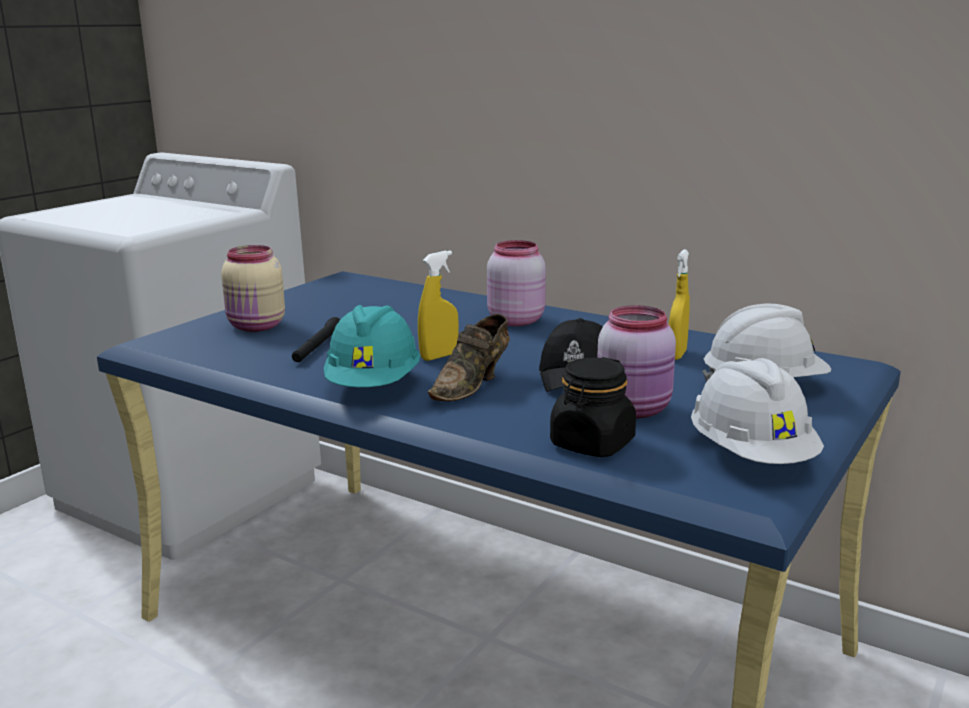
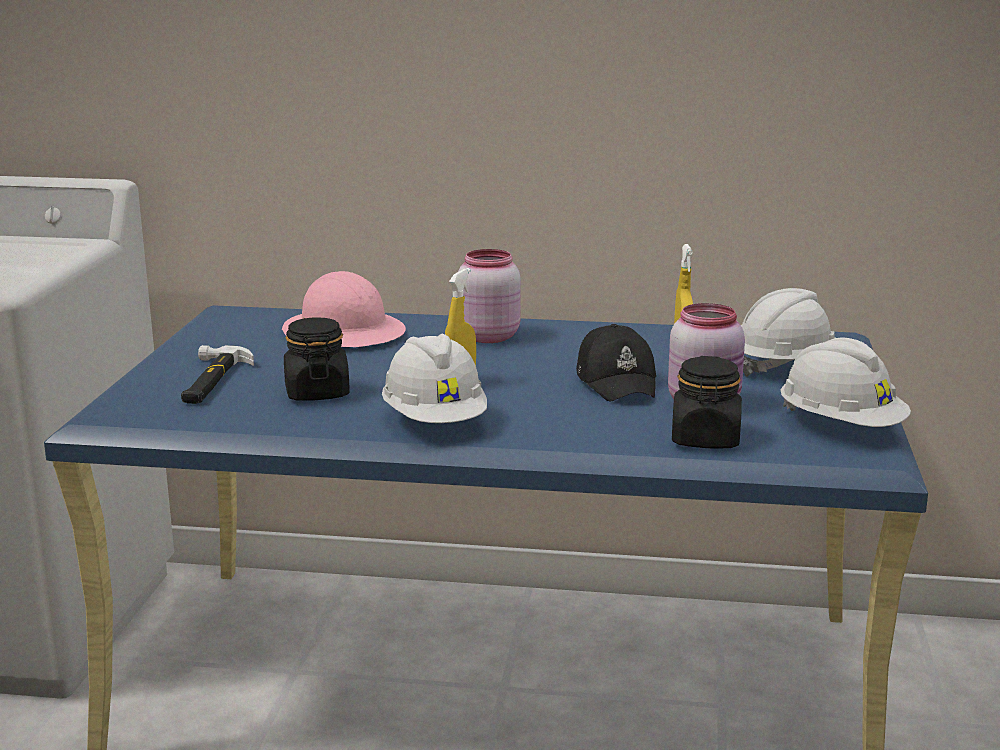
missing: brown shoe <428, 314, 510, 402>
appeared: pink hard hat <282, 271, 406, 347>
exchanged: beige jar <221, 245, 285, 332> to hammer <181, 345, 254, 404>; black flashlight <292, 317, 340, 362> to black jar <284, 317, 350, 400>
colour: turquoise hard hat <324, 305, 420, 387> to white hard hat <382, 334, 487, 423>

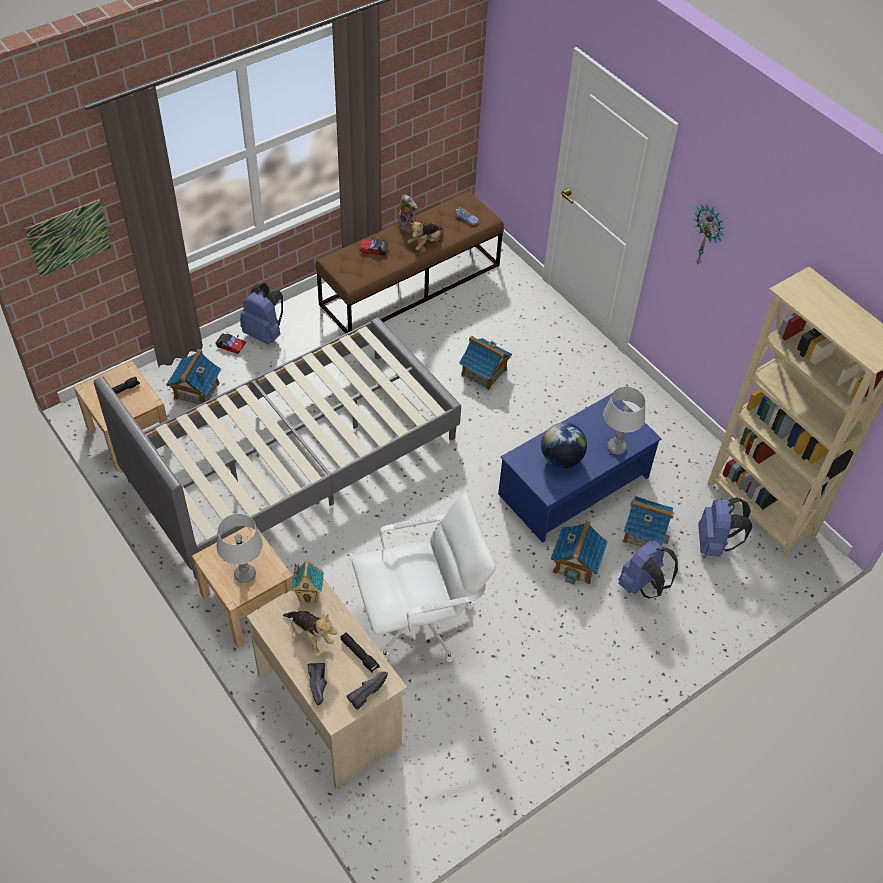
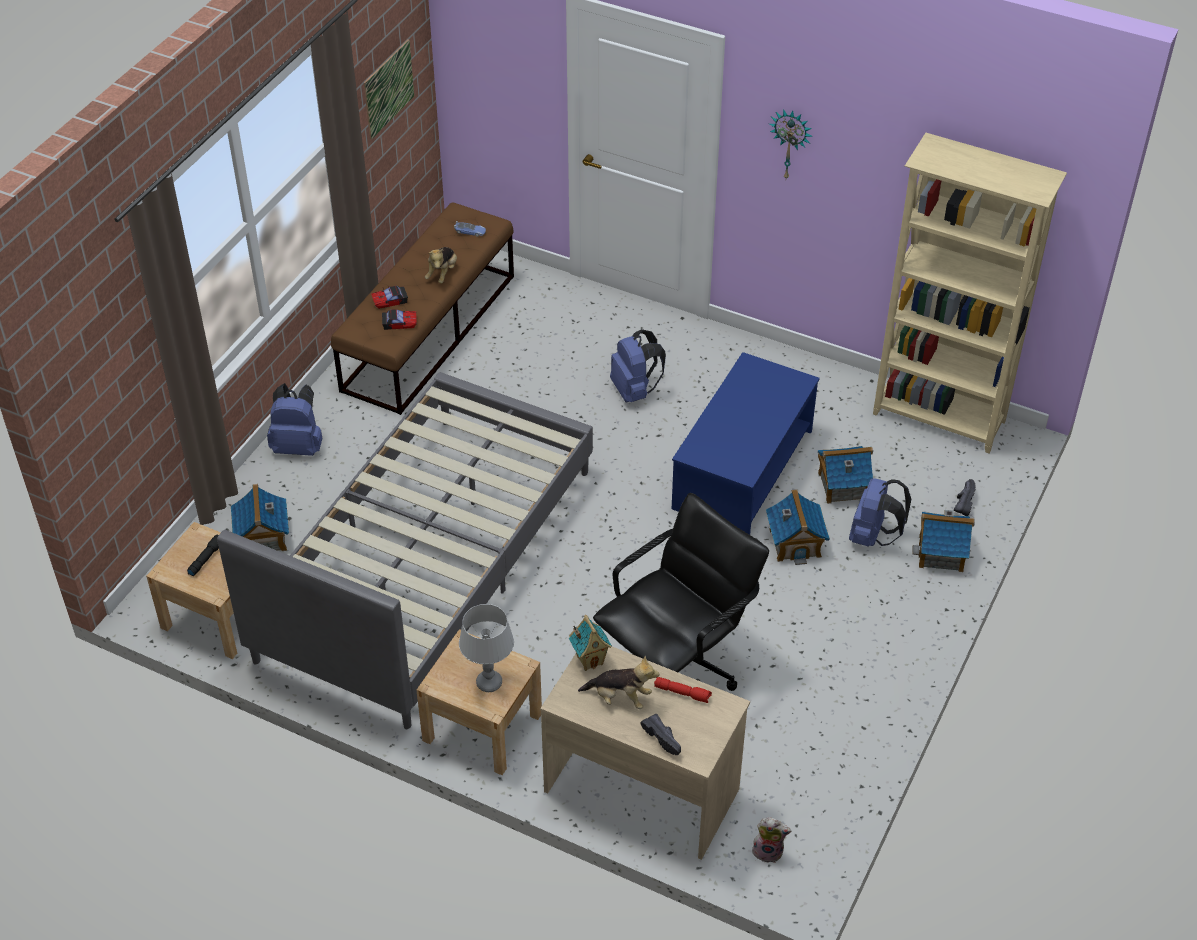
missing: grey table lamp <603, 387, 645, 455>; globe <541, 423, 587, 468>
relocated: plush toy <398, 194, 418, 232> to <752, 817, 792, 863>; picture <25, 199, 112, 277> to <364, 40, 414, 140>; toy car <215, 333, 246, 354> to <382, 309, 417, 330>; toy house <459, 336, 512, 390> to <912, 510, 975, 572>; blue backpack <698, 497, 752, 556> to <610, 329, 666, 402>; black shoe <346, 671, 388, 710> to <954, 479, 976, 516>
colour: white office chair <352, 493, 496, 662> to black office chair <593, 493, 769, 691>; black flashlight <341, 632, 380, 673> to red flashlight <654, 677, 712, 703>

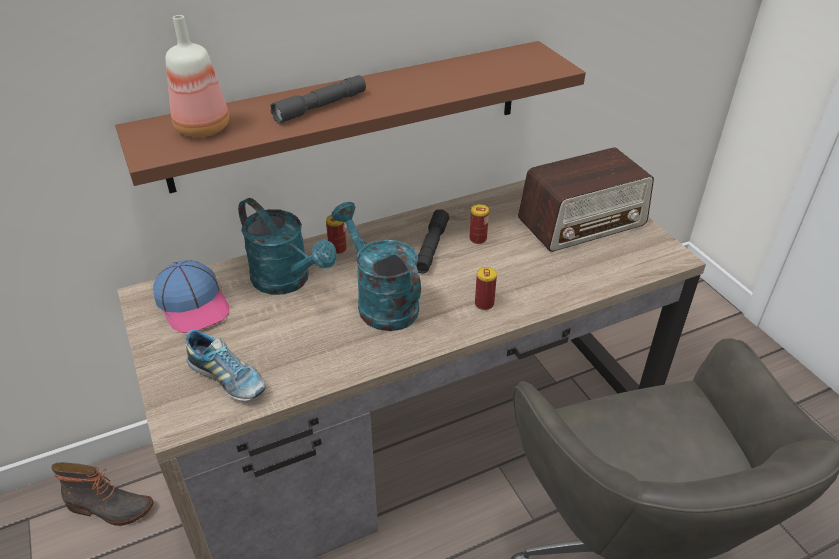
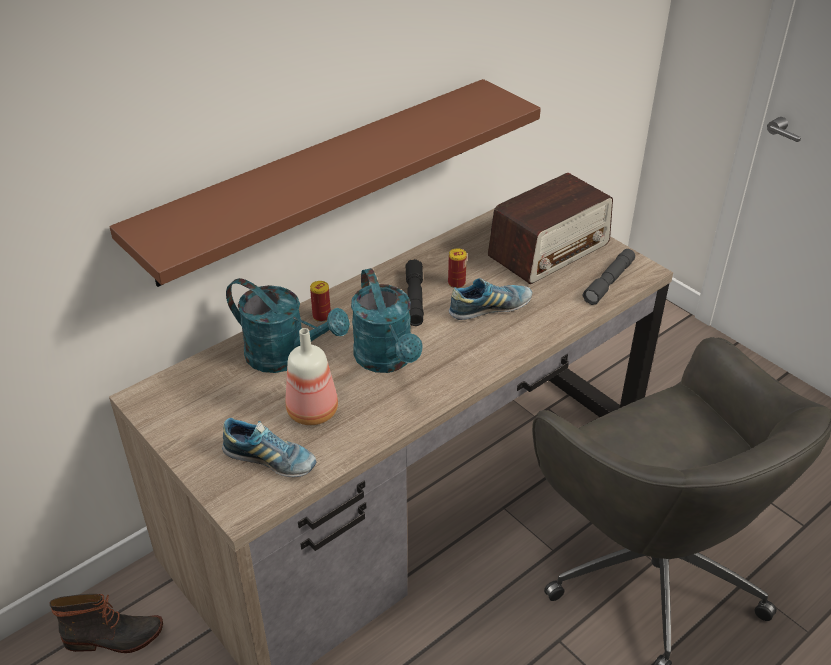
missing: cap <153, 260, 229, 333>; can <475, 267, 497, 310>
appeared: shoe <449, 278, 532, 320>
relocated: bottle <165, 15, 229, 137> to <286, 328, 338, 425>; grey flashlight <270, 75, 366, 124> to <583, 249, 635, 305>
spun: turquoise watering can <331, 202, 421, 331> = <351, 268, 423, 373> 150 degrees counterclockwise

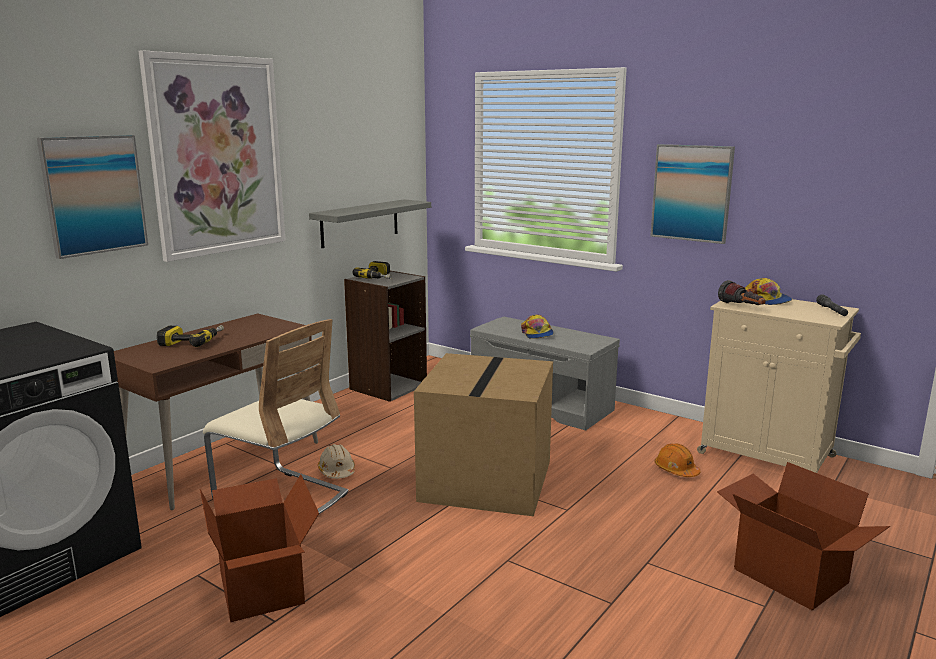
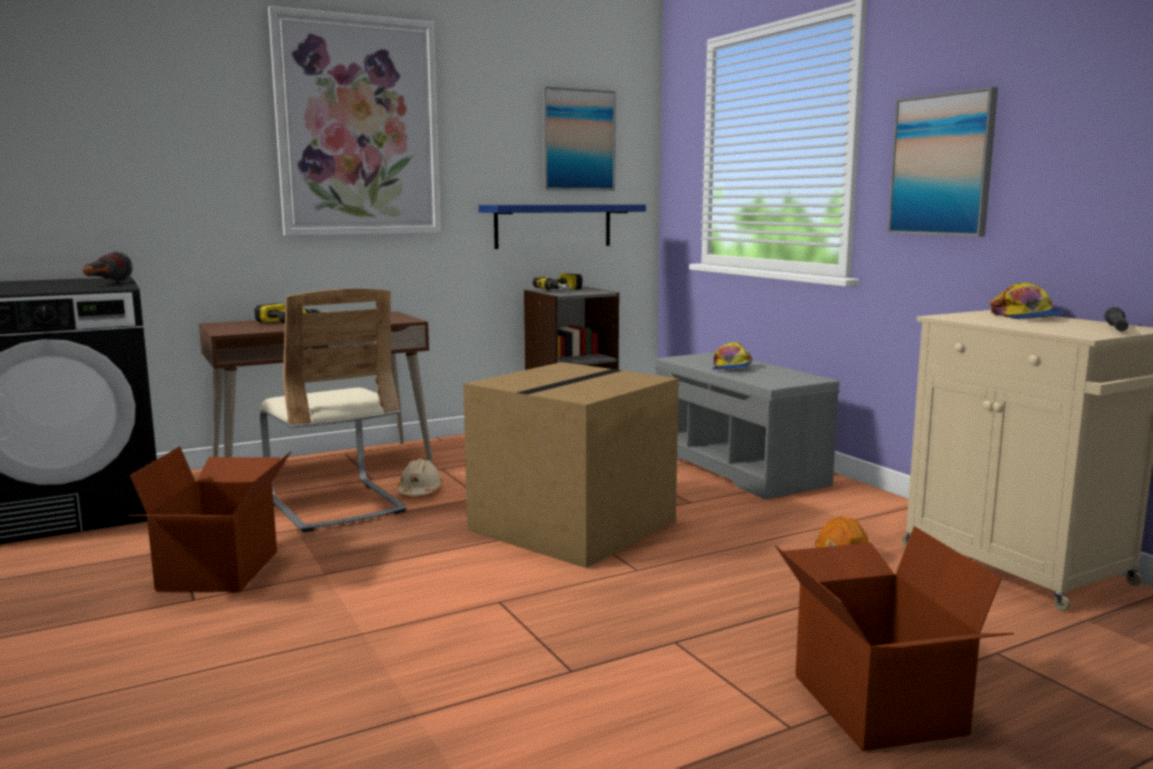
relocated: picture <37, 135, 148, 259> to <542, 86, 616, 190>; flashlight <718, 280, 766, 305> to <83, 251, 133, 282>
colour: grey shelf <309, 199, 431, 248> to blue shelf <479, 204, 646, 249>

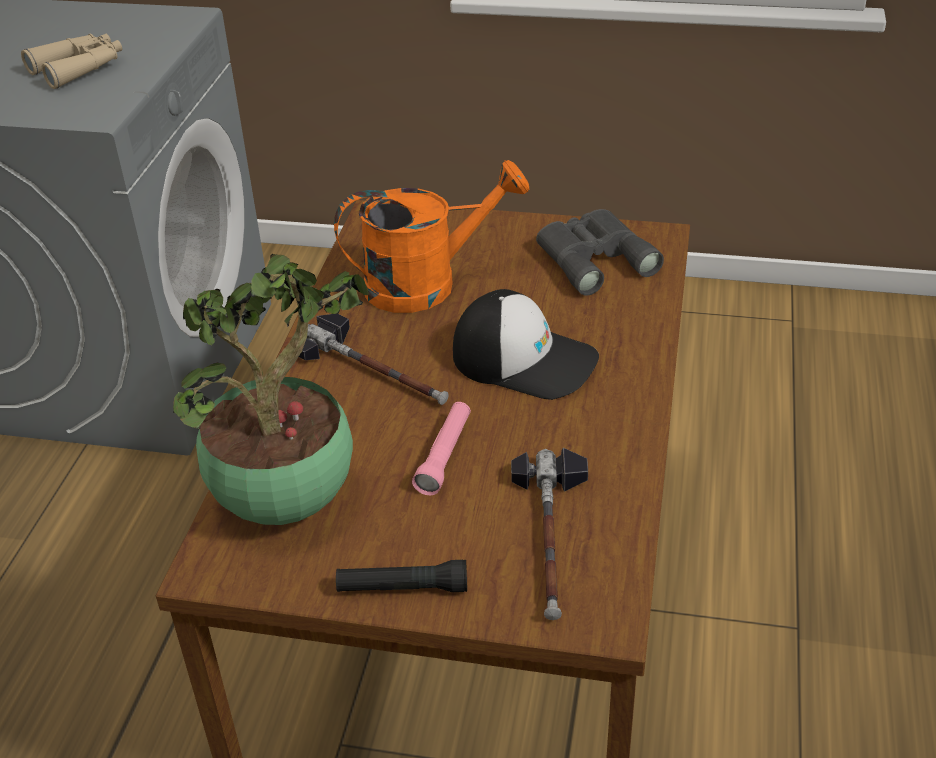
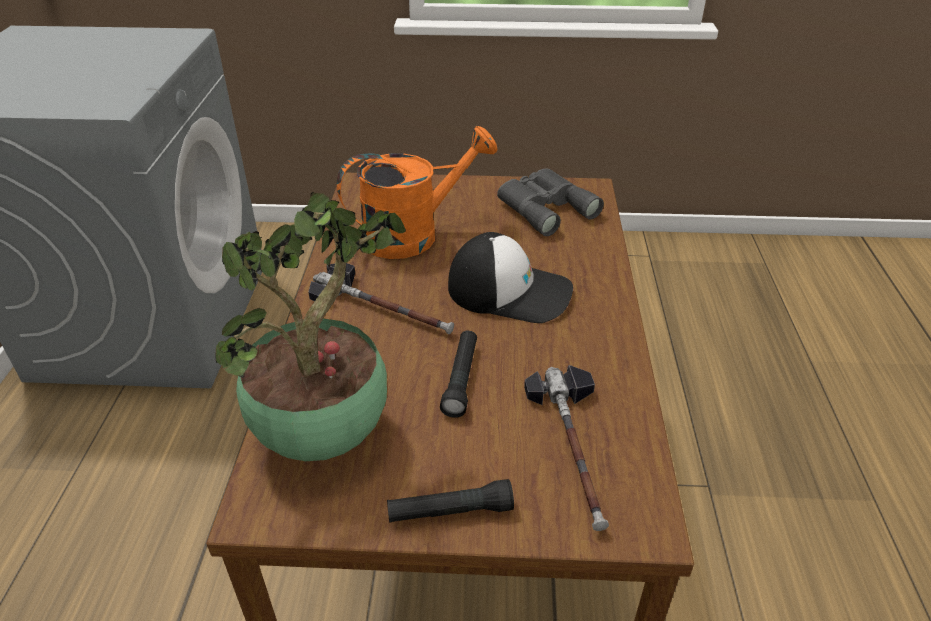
missing: beige binoculars <21, 33, 122, 89>
colour: pink flashlight <412, 402, 471, 495> to black flashlight <440, 331, 477, 418>

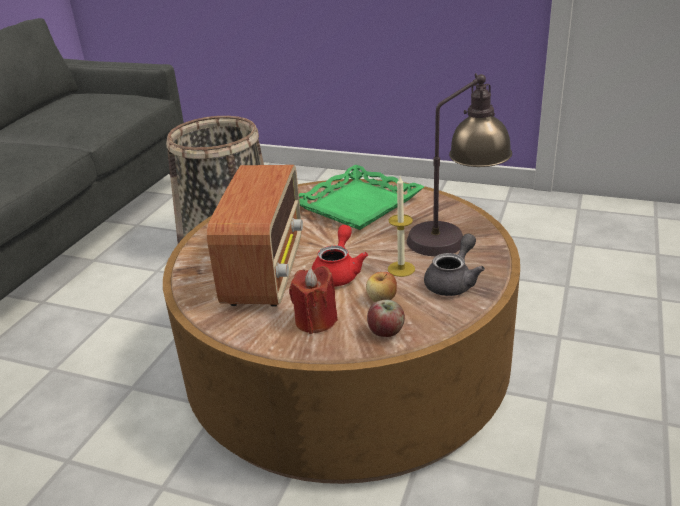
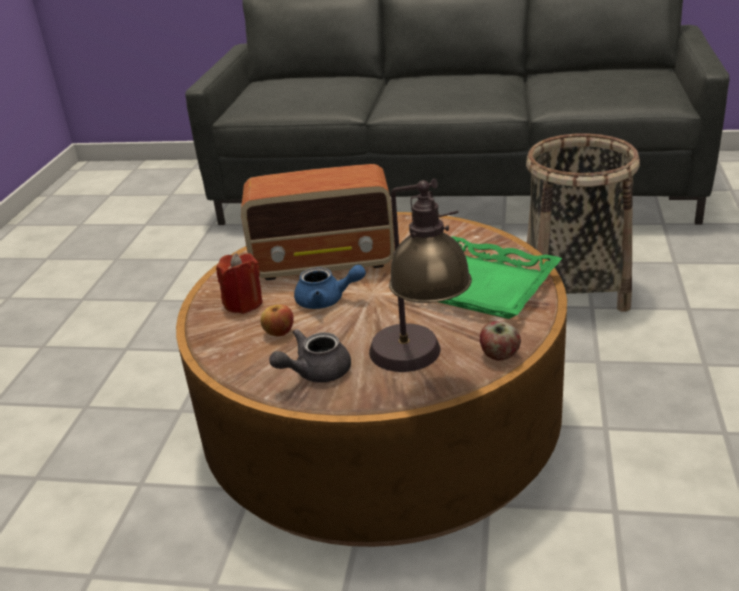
missing: candle <388, 177, 415, 277>
relocated: apple <367, 300, 405, 337> to <480, 321, 521, 361>
colour: red teapot <312, 225, 368, 287> to blue teapot <294, 265, 366, 309>
spun: grey teapot <424, 234, 485, 296> = <269, 329, 351, 383> 120 degrees clockwise

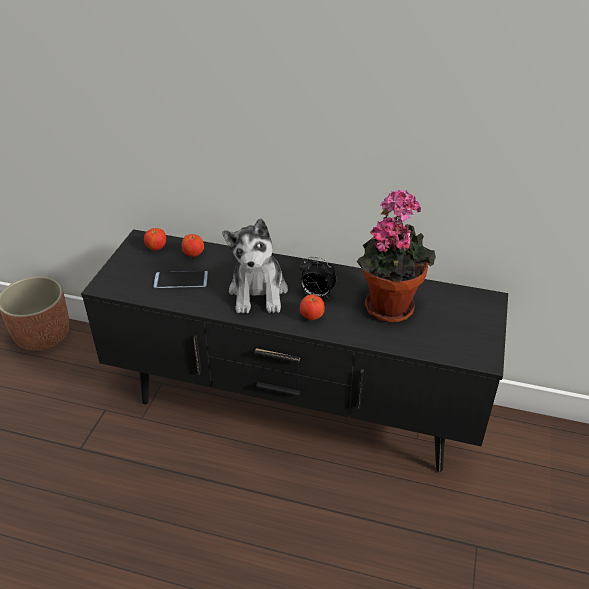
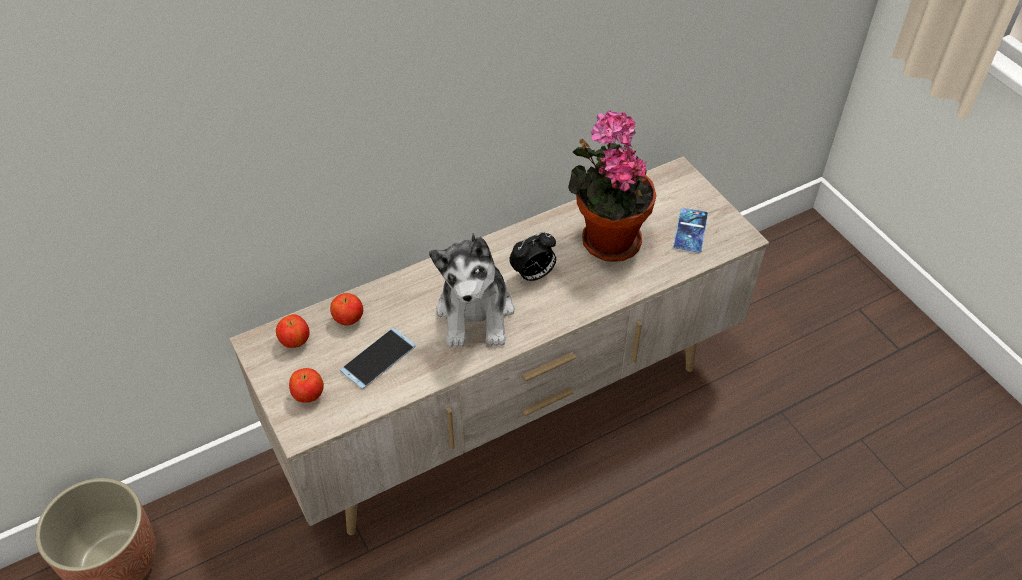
appeared: phone <673, 208, 708, 253>
relocated: apple <300, 294, 325, 320> to <289, 368, 324, 403>
colour: black tv stand <81, 229, 508, 472> to beige tv stand <229, 156, 769, 535>
spun: plush toy <222, 219, 288, 314> = <429, 233, 514, 348> 45 degrees clockwise

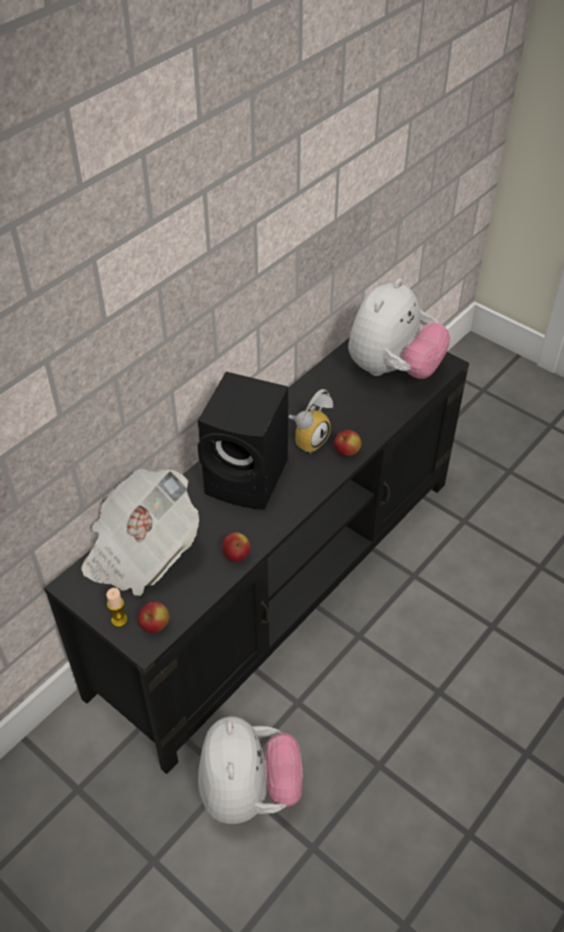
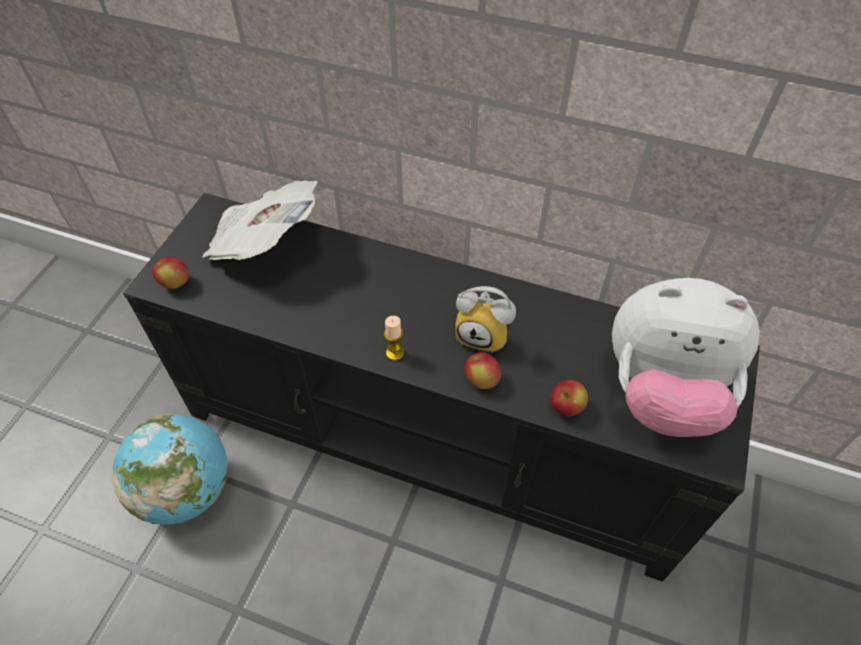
missing: black speaker <198, 372, 288, 510>
relocated: apple <222, 532, 250, 562> to <550, 380, 588, 416>; candle <106, 588, 128, 627> to <384, 316, 404, 361>
exchanged: plush toy <198, 717, 303, 824> to globe <112, 414, 228, 525>

